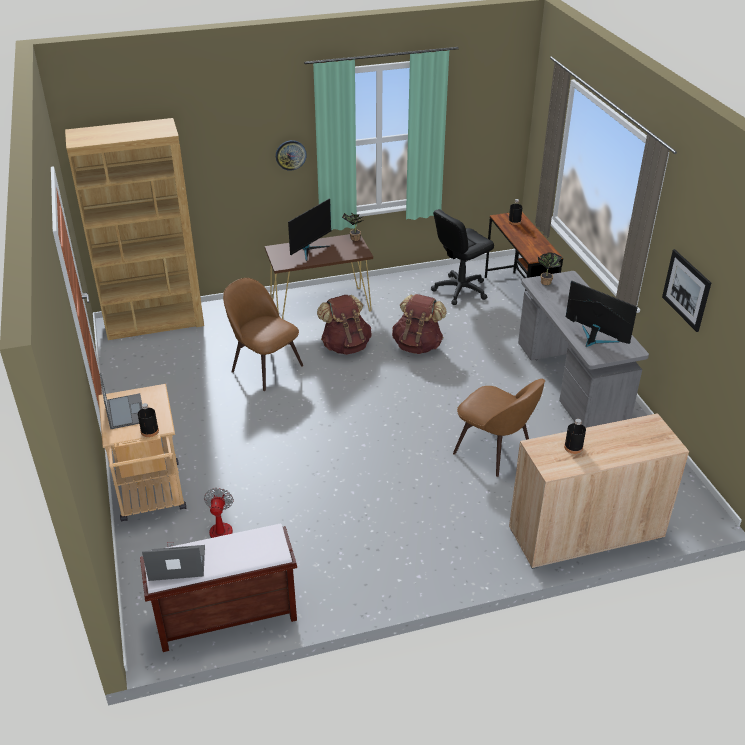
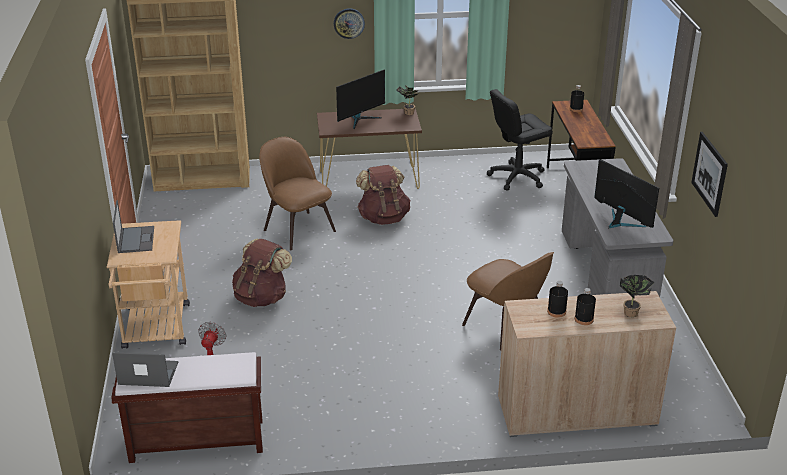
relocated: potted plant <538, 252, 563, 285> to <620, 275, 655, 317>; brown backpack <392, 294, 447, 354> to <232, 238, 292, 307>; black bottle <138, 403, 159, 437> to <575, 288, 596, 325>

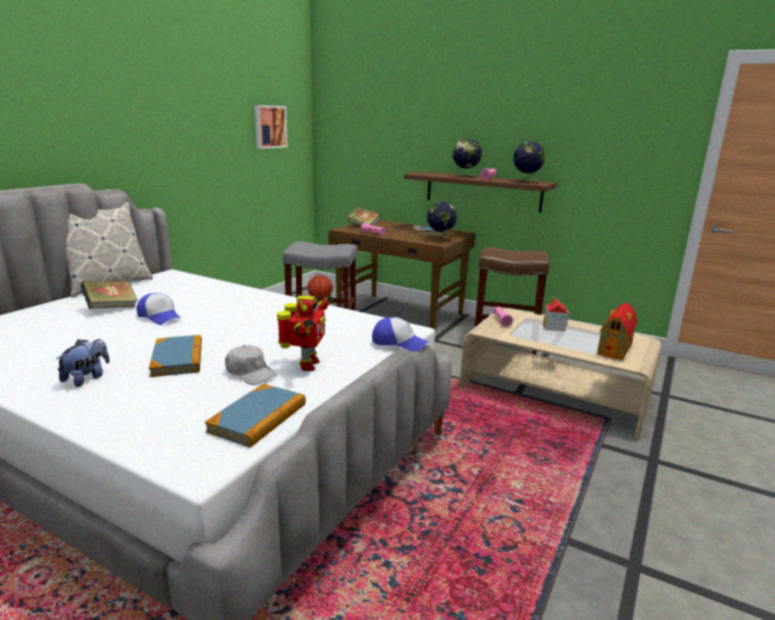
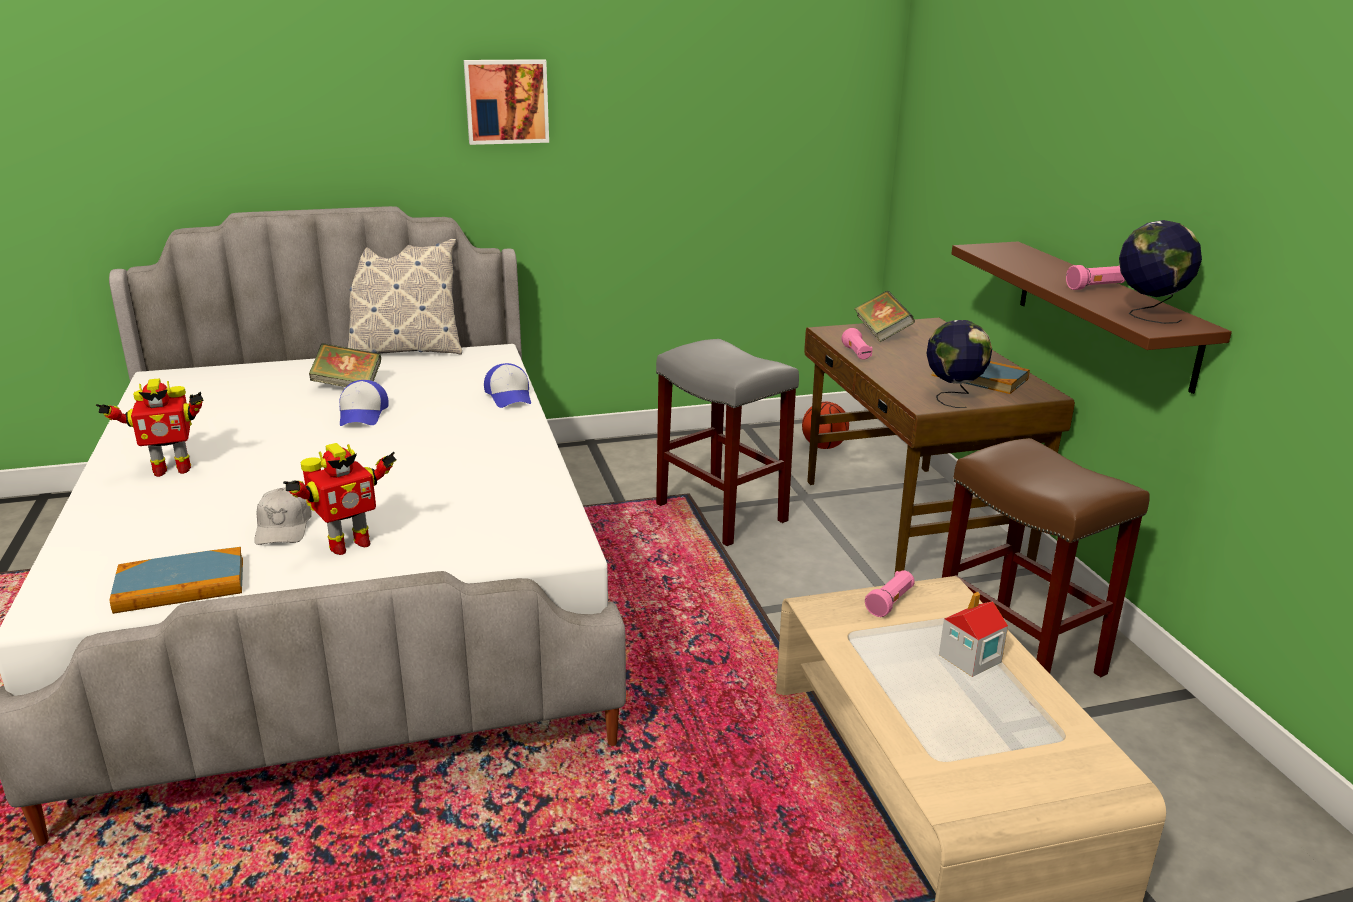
missing: globe <453, 138, 482, 177>; toy house <597, 303, 638, 360>; book <149, 335, 202, 377>
relocated: picture <255, 105, 288, 149> to <464, 59, 549, 145>; cap <372, 317, 429, 352> to <484, 363, 531, 408>
exchanged: plush toy <56, 339, 110, 387> to toy robot <96, 379, 204, 477>

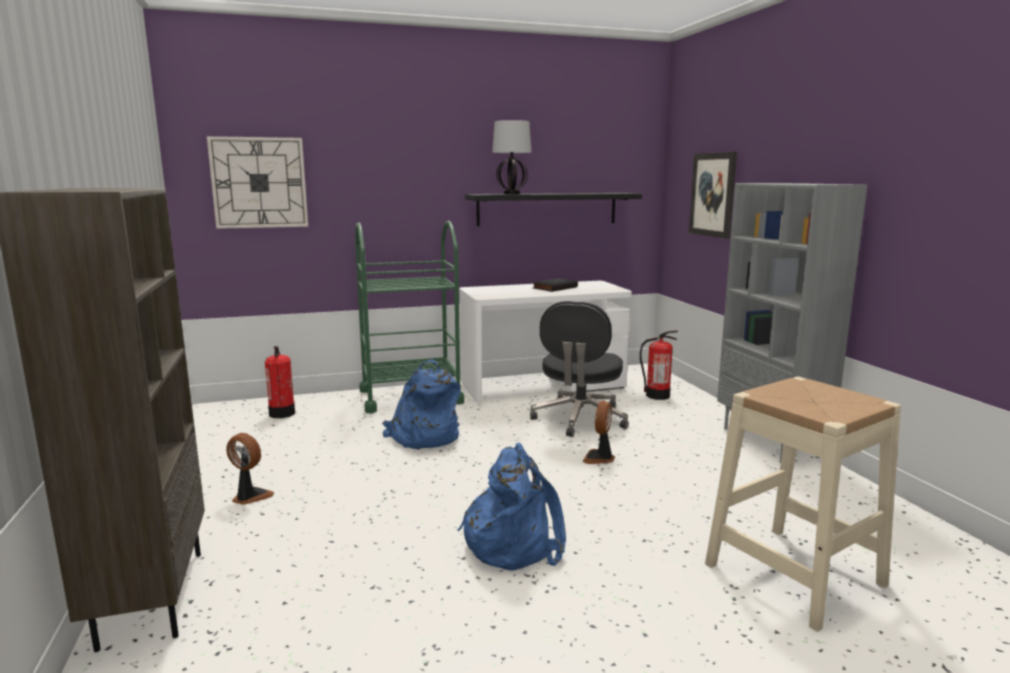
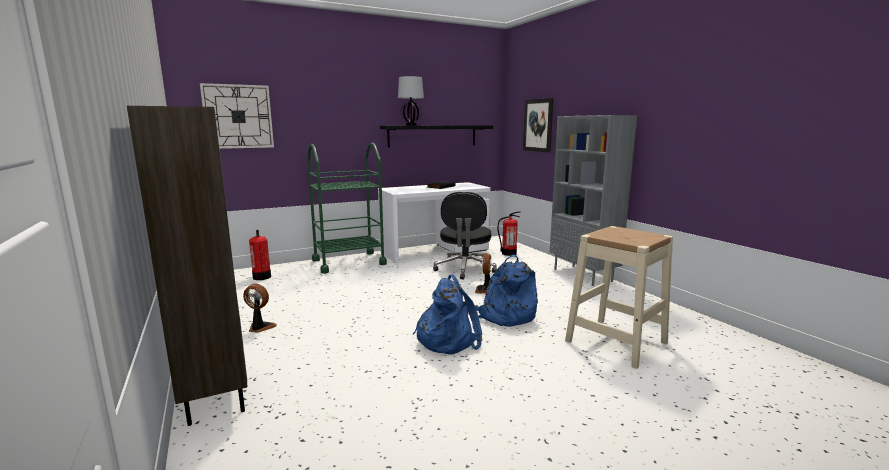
relocated: blue backpack <382, 360, 461, 449> to <475, 254, 538, 327>

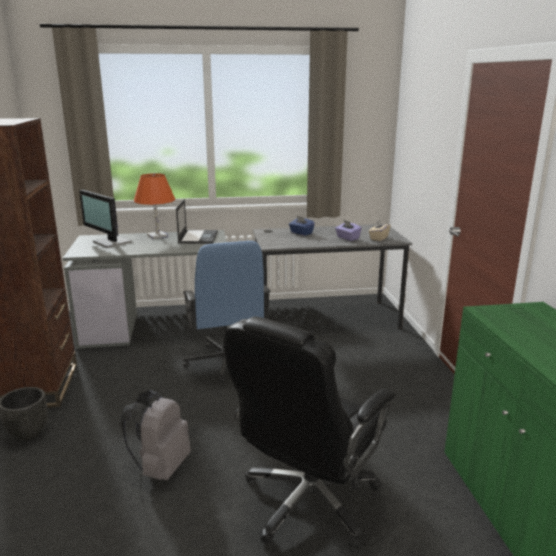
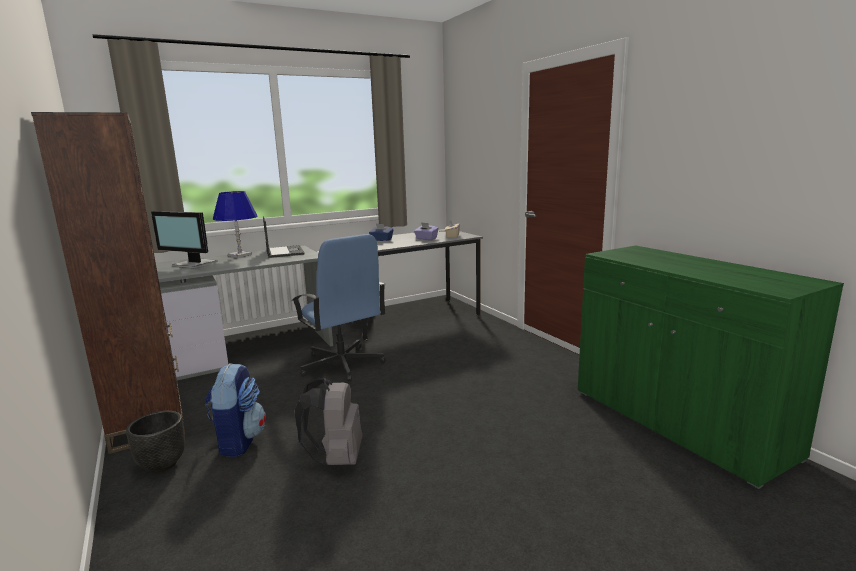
missing: black office chair <224, 317, 396, 549>
appeared: backpack <205, 363, 266, 457>
colour: orange table lamp <134, 173, 175, 239> to blue table lamp <213, 191, 257, 258>

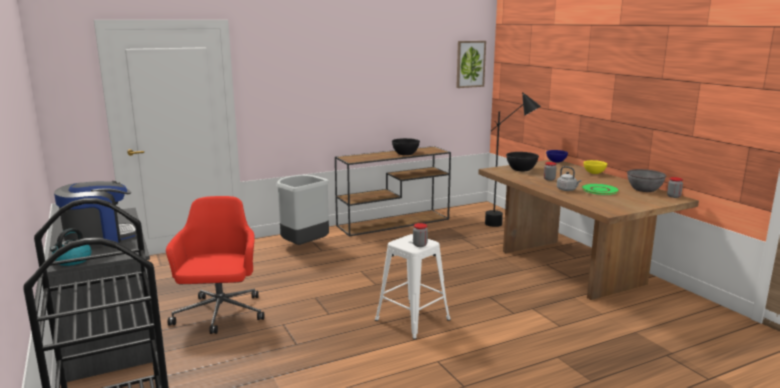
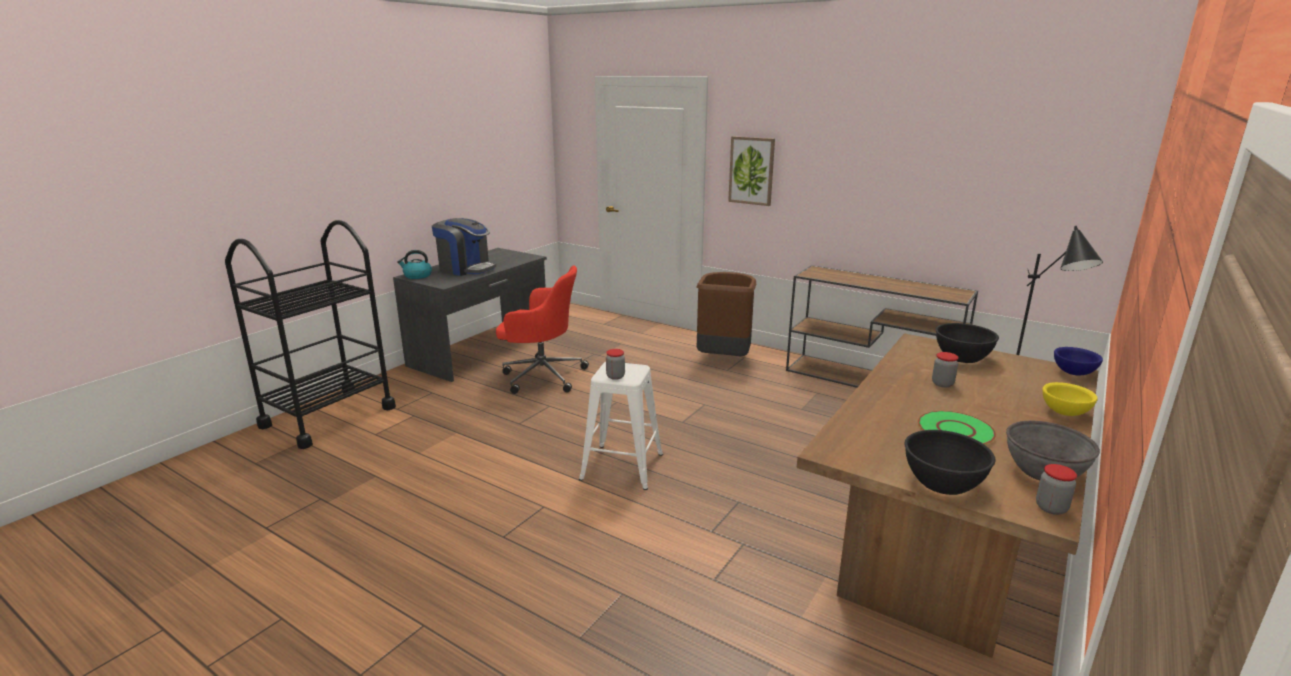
missing: grey kettle <557, 166, 582, 191>
relocated: picture <456, 41, 486, 88> to <728, 136, 775, 206>; black bowl <392, 138, 420, 155> to <904, 430, 995, 495>
colour: grey trash can <276, 175, 329, 245> to brown trash can <697, 272, 756, 356>
spun: red office chair <166, 196, 264, 334> = <496, 266, 589, 394> 45 degrees clockwise

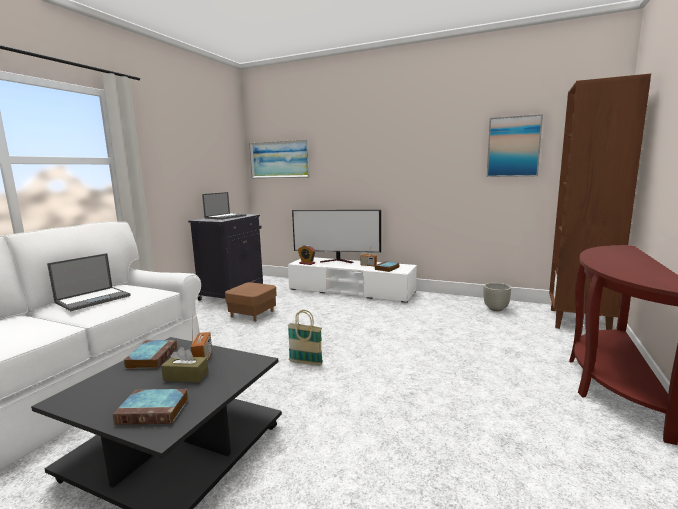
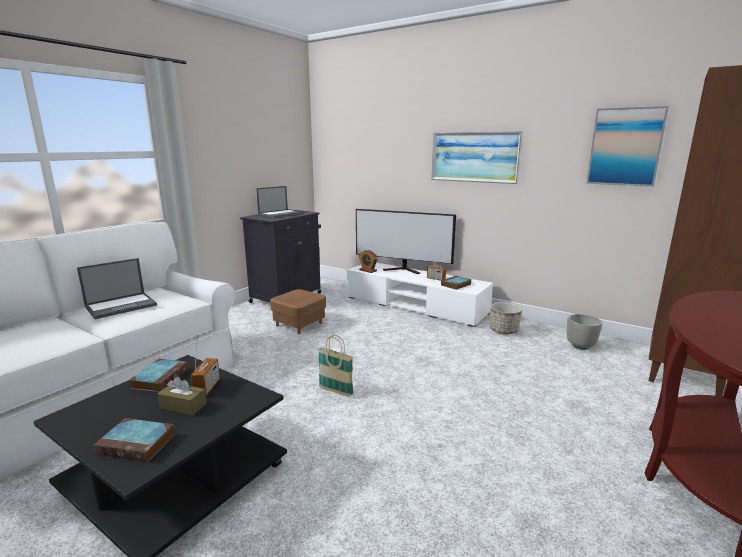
appeared: planter <490, 302, 522, 335>
relocated: picture <249, 140, 310, 178> to <431, 131, 523, 184>

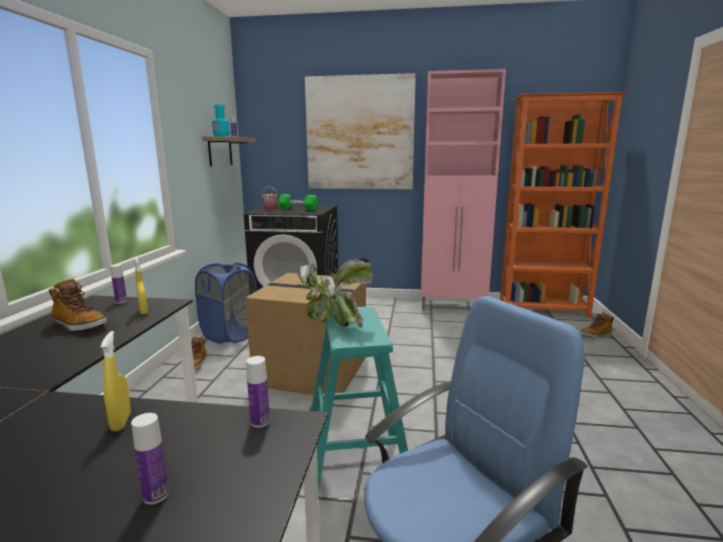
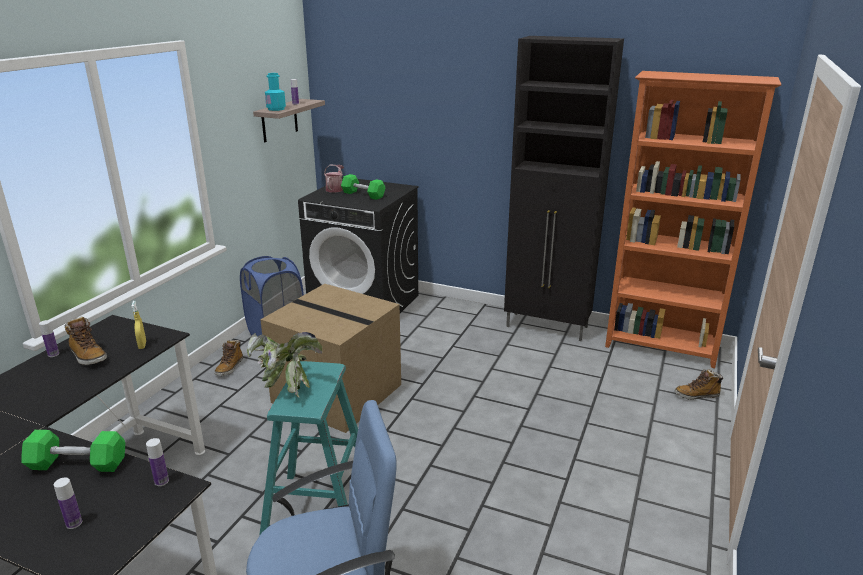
missing: picture <305, 73, 416, 189>
relocated: bottle <110, 264, 127, 303> to <39, 320, 59, 357>
exchanged: yellow spray bottle <101, 331, 131, 432> to green dumbbell <21, 430, 125, 472>
colour: pink cabinet <421, 69, 506, 310> to black cabinet <504, 36, 624, 341>

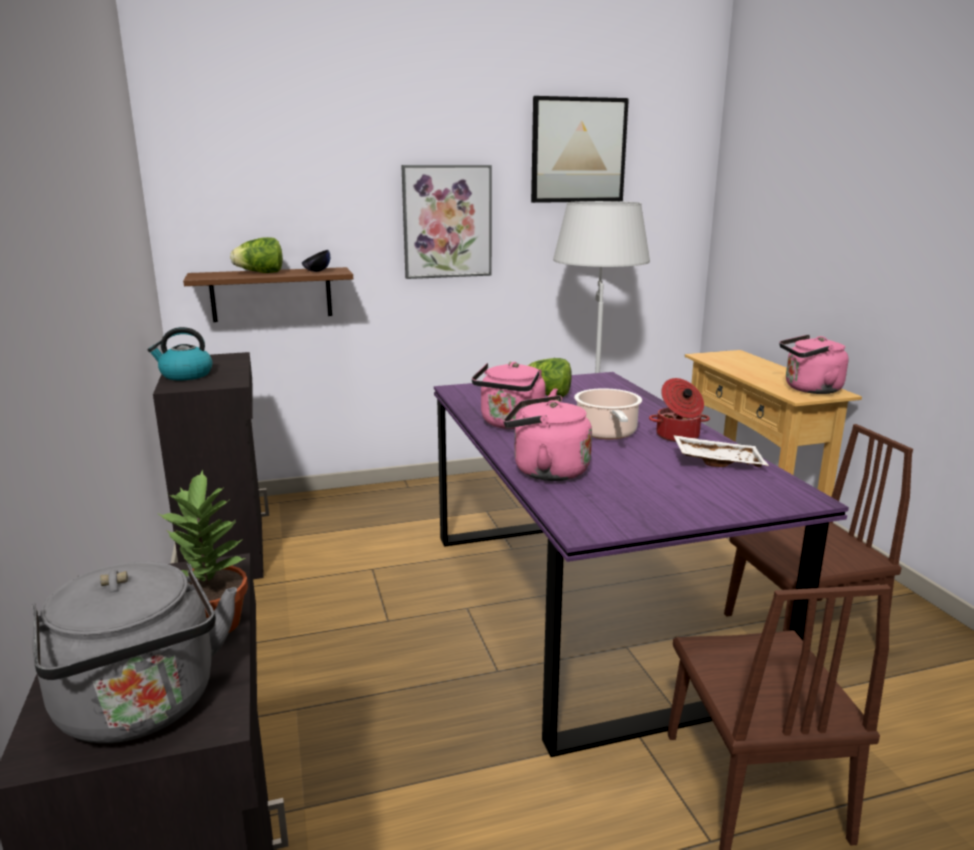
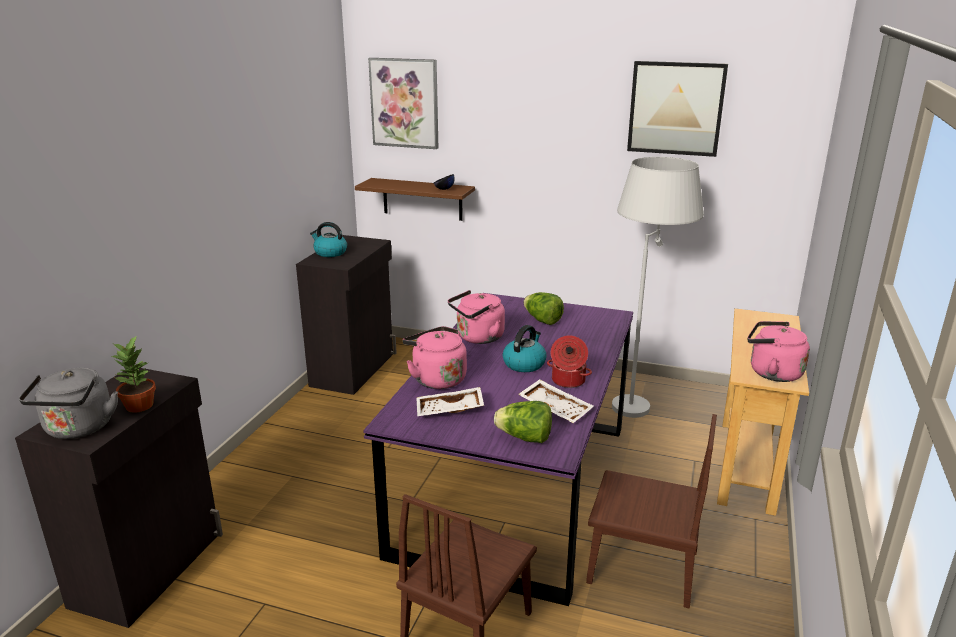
appeared: white tray <416, 387, 484, 416>
relocated: picture <401, 165, 492, 279> to <368, 58, 438, 149>; lettuce <230, 237, 283, 273> to <494, 401, 552, 443>
exchanged: cooking pot <574, 388, 642, 440> to kettle <503, 325, 547, 372>

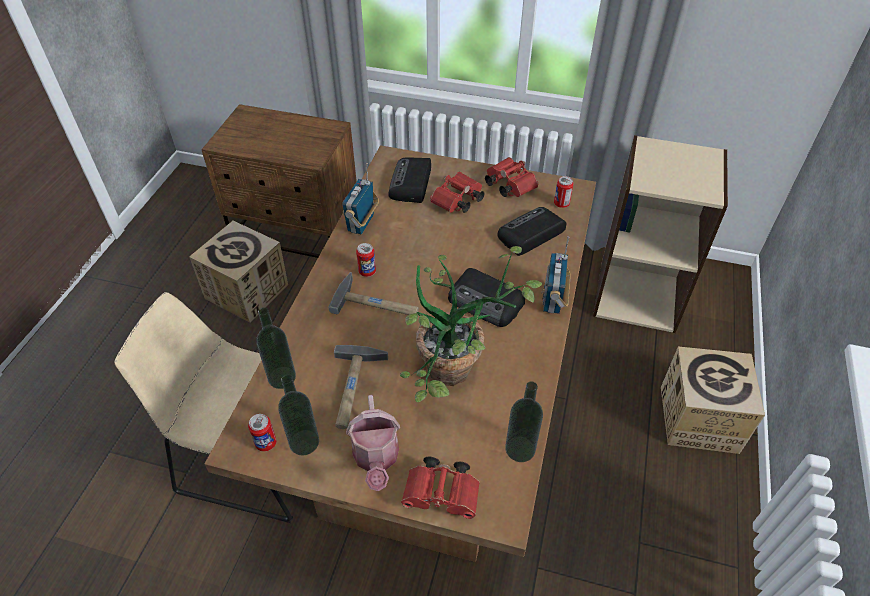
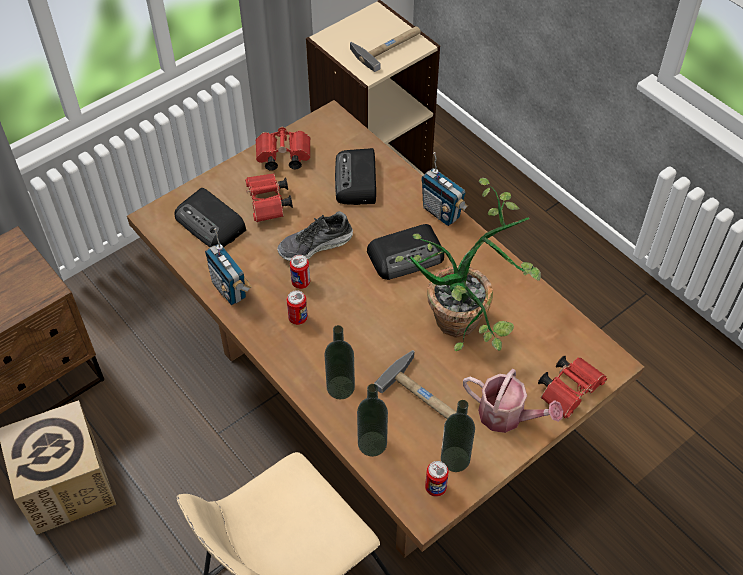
missing: cardboard box <661, 346, 765, 454>
appeared: shoe <277, 211, 353, 261>
relocated: can <554, 176, 574, 208> to <290, 255, 310, 289>; hammer <328, 272, 419, 315> to <350, 26, 421, 72>; bottle <505, 381, 543, 462> to <324, 325, 355, 400>

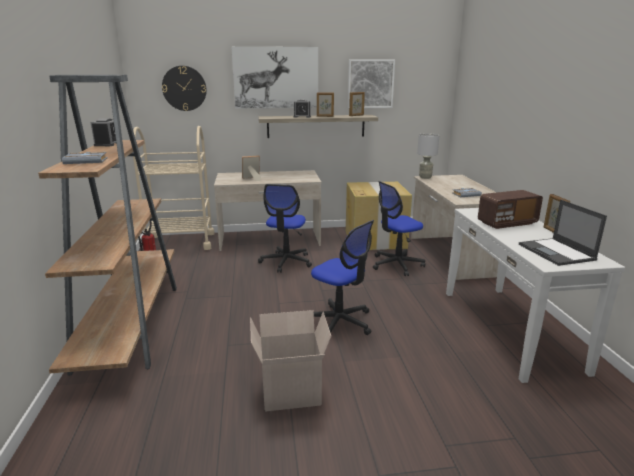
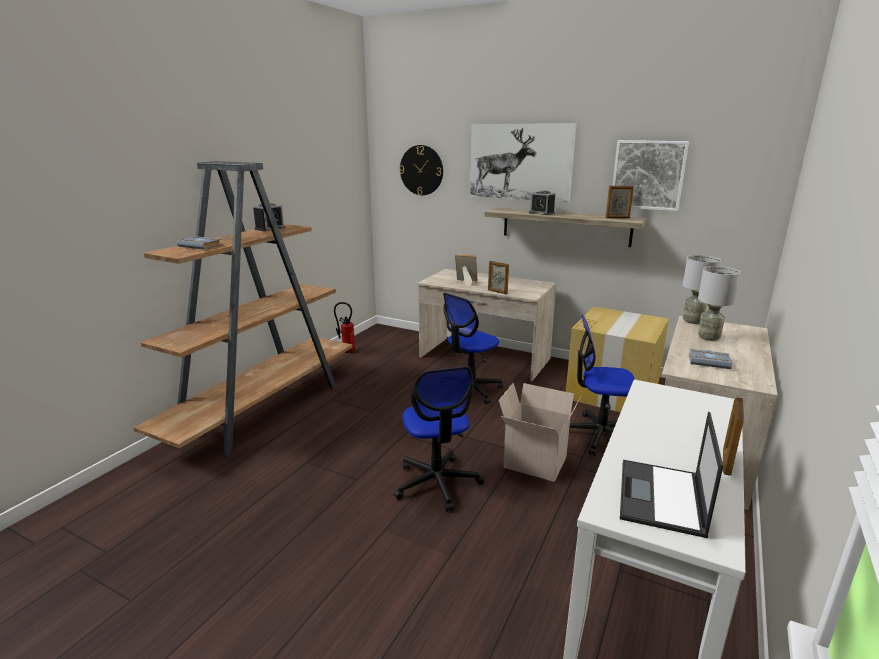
missing: beige cart <133, 126, 215, 250>; radio <478, 190, 543, 229>
appeared: grey table lamp <698, 266, 741, 341>
relocated: picture frame <317, 93, 334, 117> to <488, 261, 509, 294>; cardboard box <250, 310, 331, 412> to <498, 383, 581, 482>

